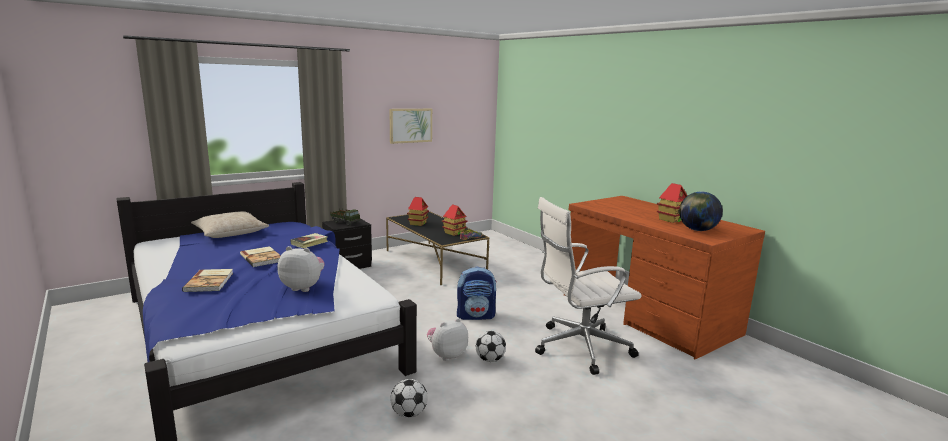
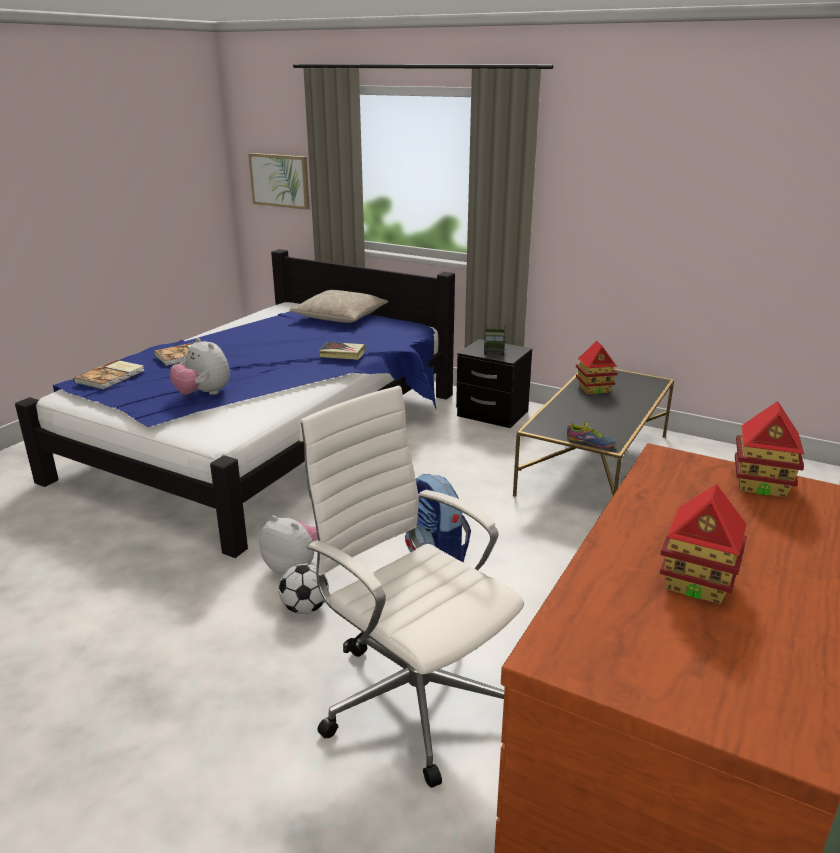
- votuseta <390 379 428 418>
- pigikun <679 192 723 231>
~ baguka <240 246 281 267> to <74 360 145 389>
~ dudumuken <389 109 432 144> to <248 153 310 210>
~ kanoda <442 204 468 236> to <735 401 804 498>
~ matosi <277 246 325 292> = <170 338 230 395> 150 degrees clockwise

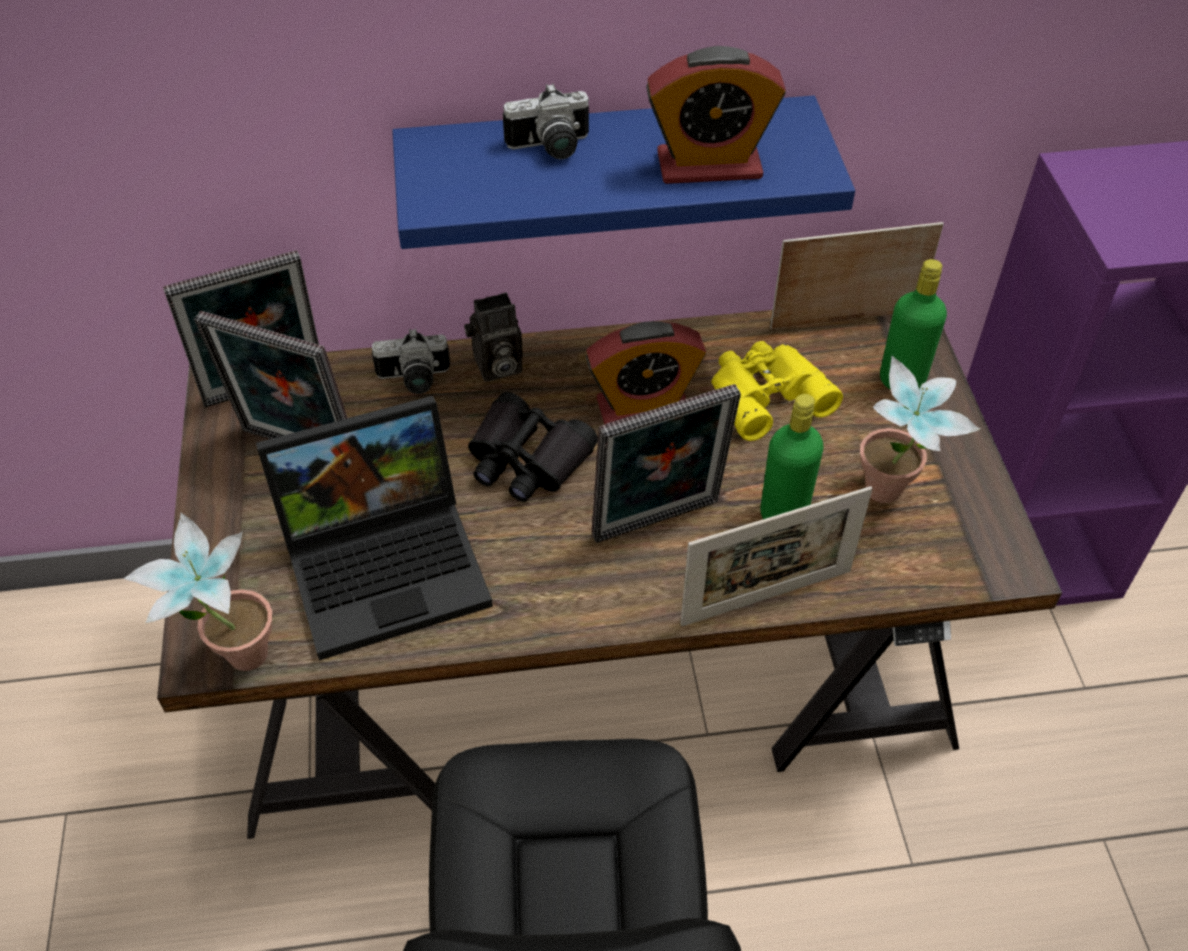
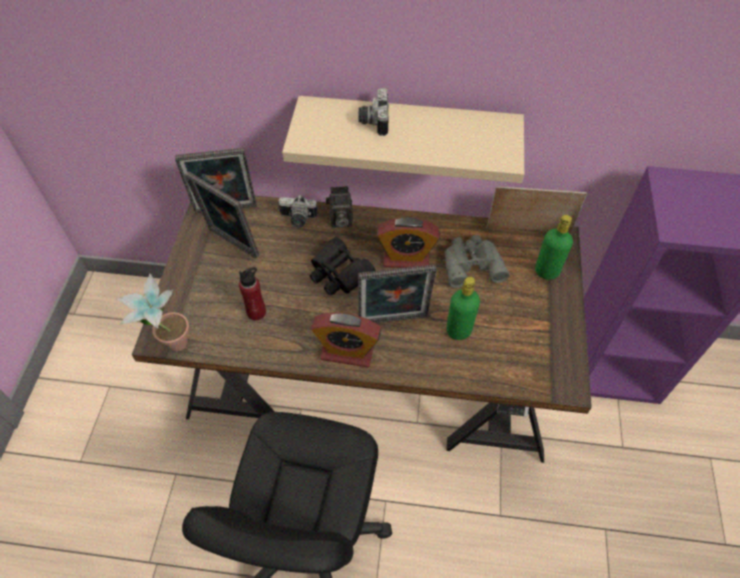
- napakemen <680 486 873 626>
- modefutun <860 356 980 503>
~ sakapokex <646 46 786 184> to <311 312 381 367>
~ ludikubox <256 396 493 660> to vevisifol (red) <239 267 266 321>
~ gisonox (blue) <392 95 855 249> to gisonox (beige) <282 96 524 183>
~ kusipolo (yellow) <711 341 843 441> to kusipolo (grey) <444 235 510 288>
~ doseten <503 83 589 159> = <358 88 389 136> 90 degrees clockwise

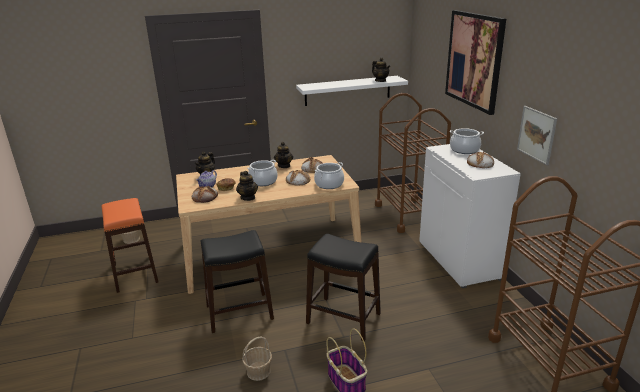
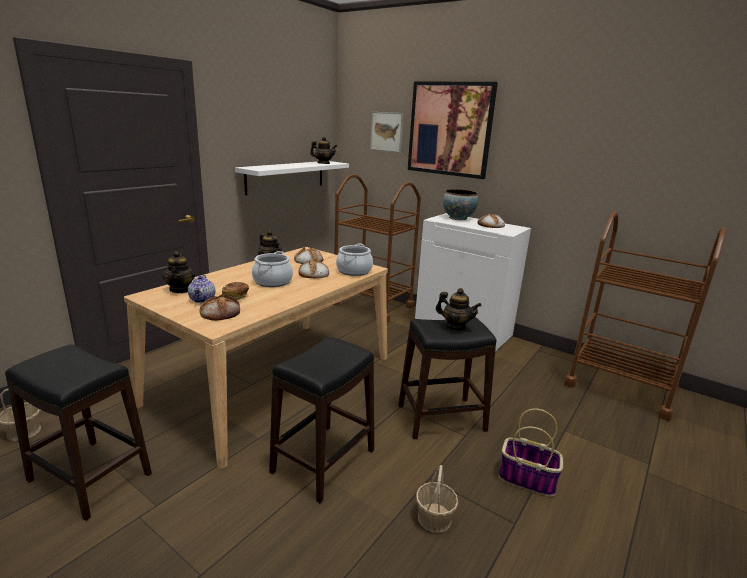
~ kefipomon <236 171 258 201> to <436 288 482 330>
~ dudumuken <517 106 557 165> to <370 112 403 152>
~ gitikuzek <450 128 484 154> to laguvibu <443 189 478 220>
~ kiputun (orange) <101 198 158 293> to kiputun (black) <5 345 152 521>

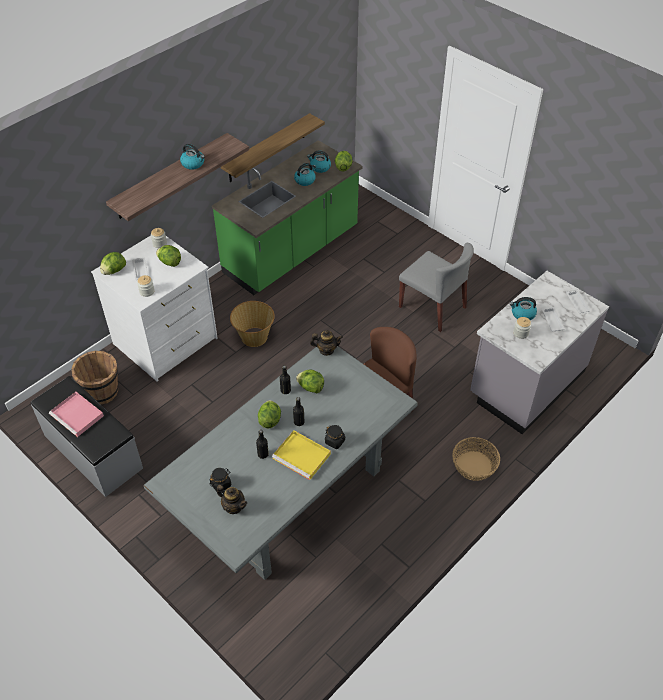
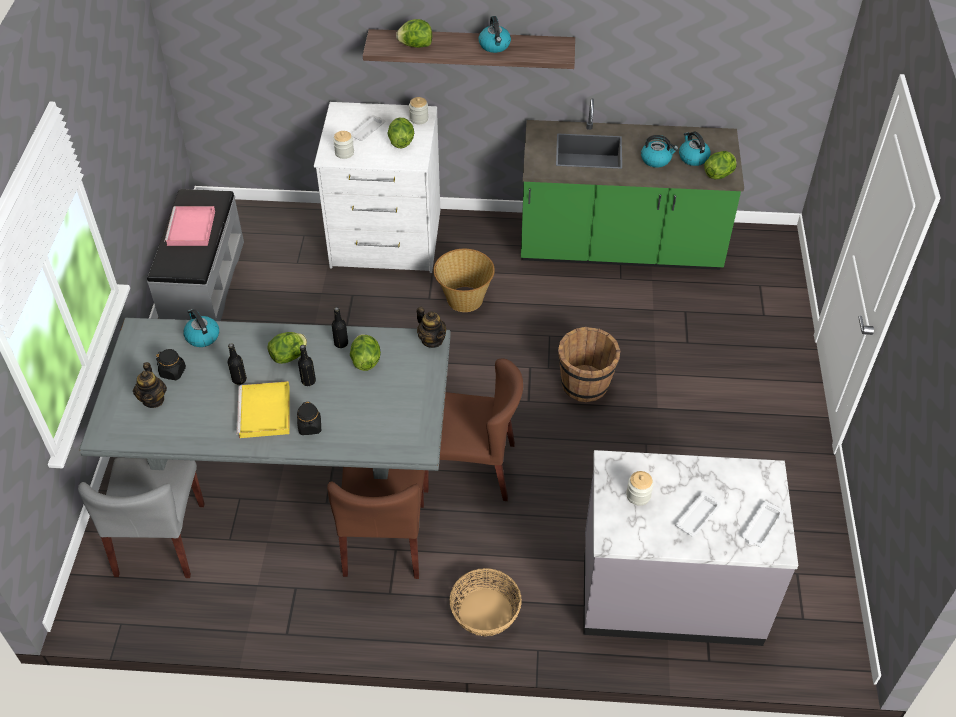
- gisonox <221 113 325 182>
+ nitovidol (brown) <327 467 425 579>
~ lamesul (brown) <71 351 118 404> to <558 327 621 402>
~ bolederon <100 252 126 275> to <396 19 432 48>
~ nitovidol (grey) <399 243 474 332> to <78 458 205 578>
~ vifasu <509 297 537 320> to <183 309 219 347>

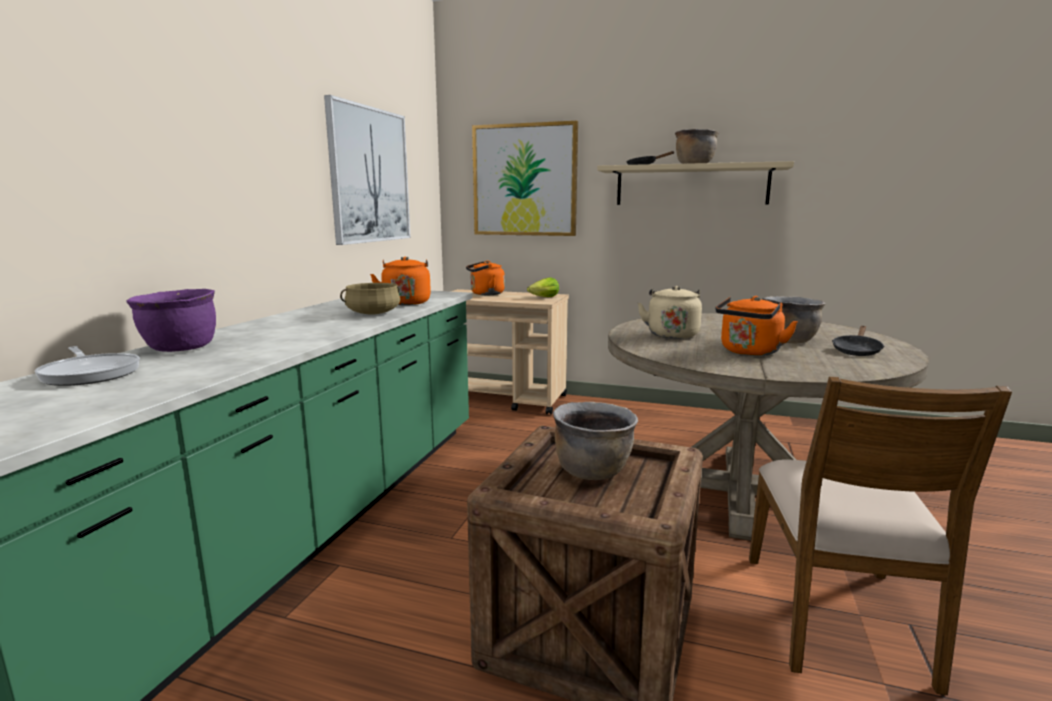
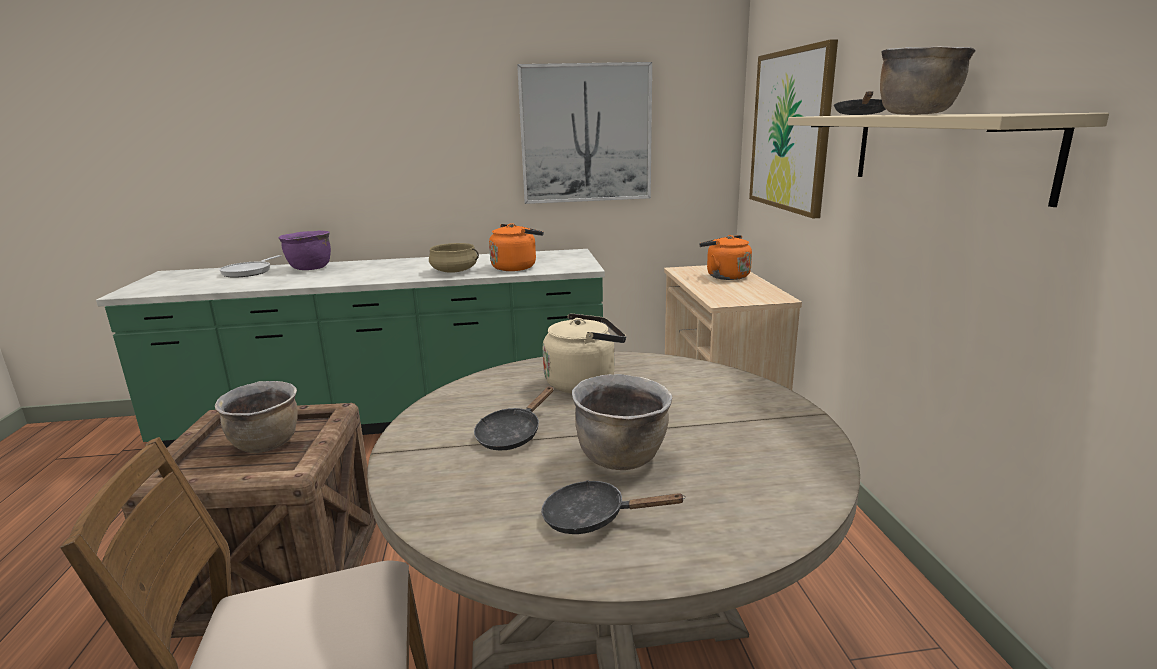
- bolederon <527 277 559 297>
~ vifasu (orange) <715 296 798 356> to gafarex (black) <474 386 554 450>

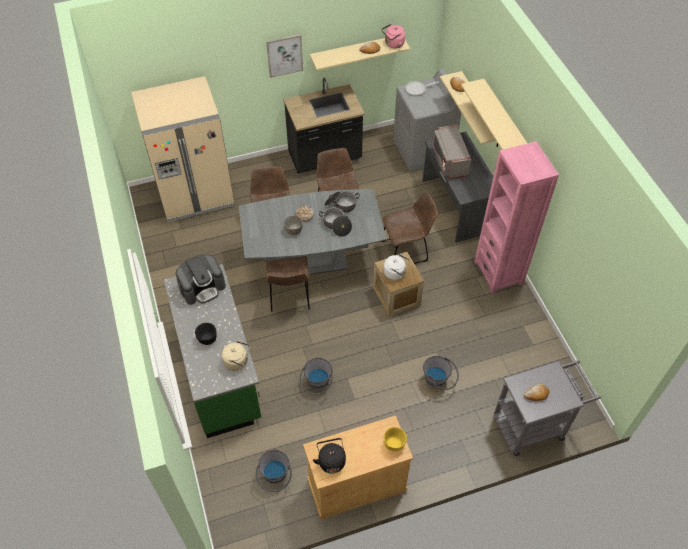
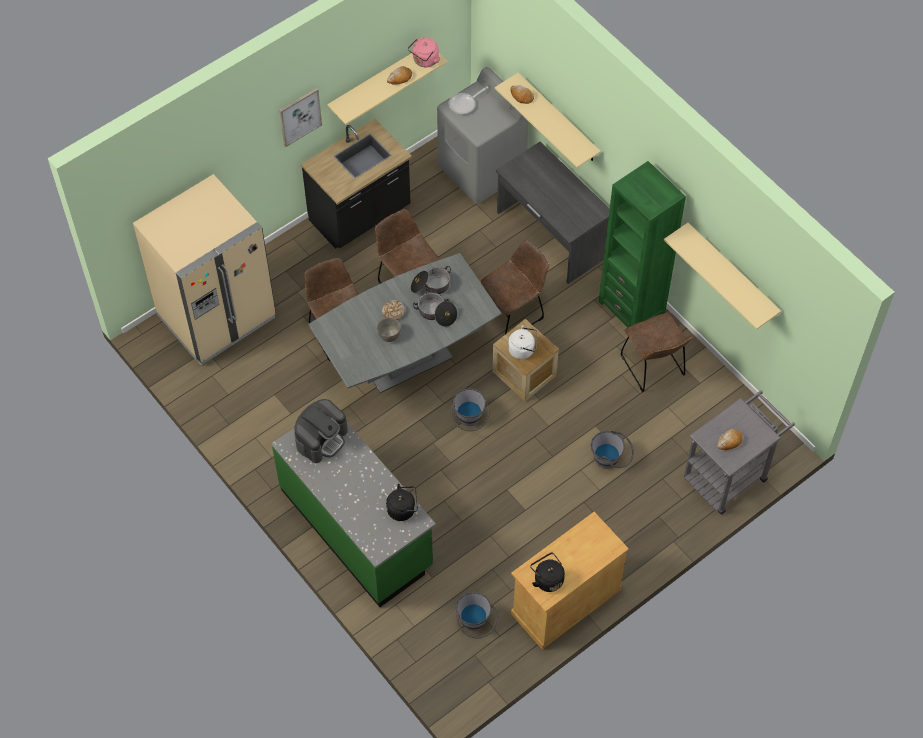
- laguvibu (black) <195 323 217 345>
- laguvibu (yellow) <384 427 407 451>
- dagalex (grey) <432 125 471 179>
~ nitovidol (brown) <266 256 310 312> to <620 313 693 392>
~ lamesul (grey) <299 358 333 395> to <451 388 489 431>
~ gisonox (beige) <461 79 527 150> to <664 223 781 330>
~ vifasu (beige) <222 339 250 371> to vifasu (black) <386 484 418 521>
~ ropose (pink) <474 141 559 293> to ropose (green) <599 161 686 327>

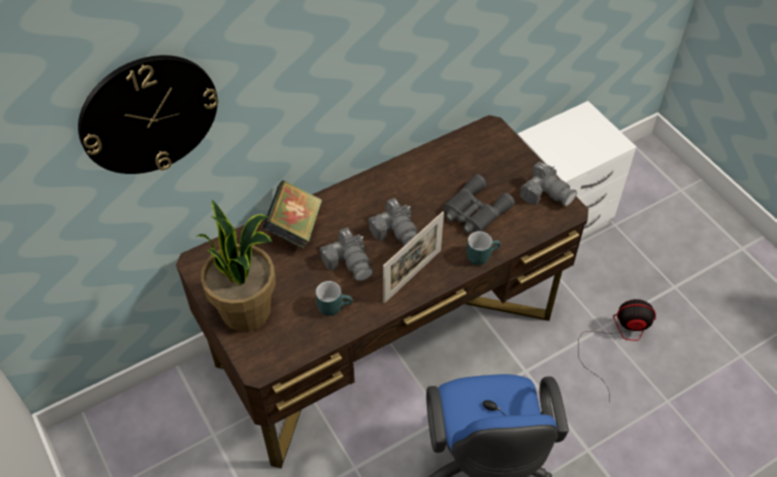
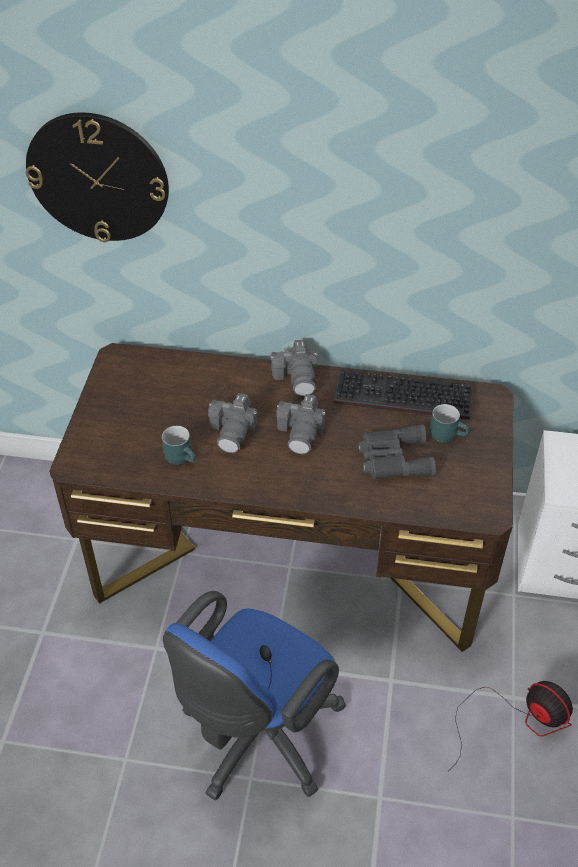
- modefutun <197 200 276 332>
- baguka <262 180 322 249>
- napakemen <383 211 444 303>
+ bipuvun <334 369 472 420>
~ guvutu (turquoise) <467 231 501 265> to <430 404 469 443>
~ doseten <520 161 577 207> to <270 340 318 396>

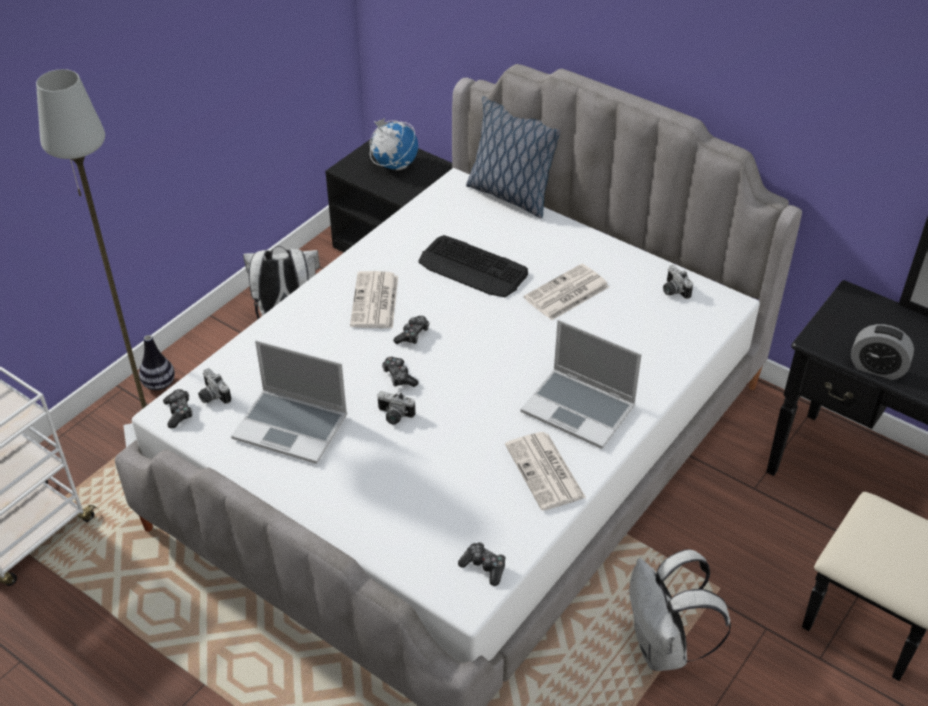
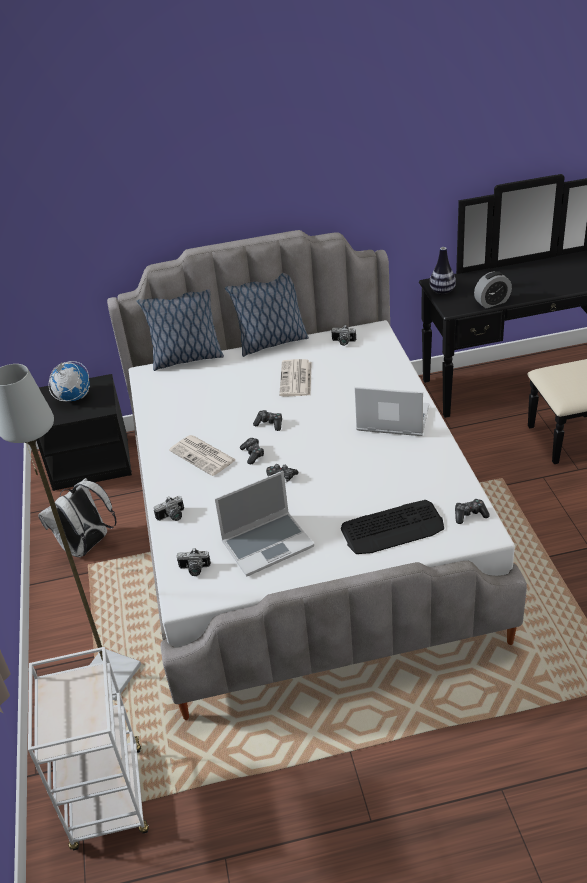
- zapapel <505 432 586 511>
- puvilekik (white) <629 549 731 671>
+ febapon <225 273 309 357>
~ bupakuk <139 335 175 390> to <429 247 456 295>
~ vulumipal <163 389 192 428> to <253 410 282 431>
~ doseten <377 391 415 425> to <154 496 184 521>
~ bipuvun <418 235 528 297> to <341 500 444 554>
~ ludikubox <521 319 642 449> = <354 387 429 436> 150 degrees counterclockwise

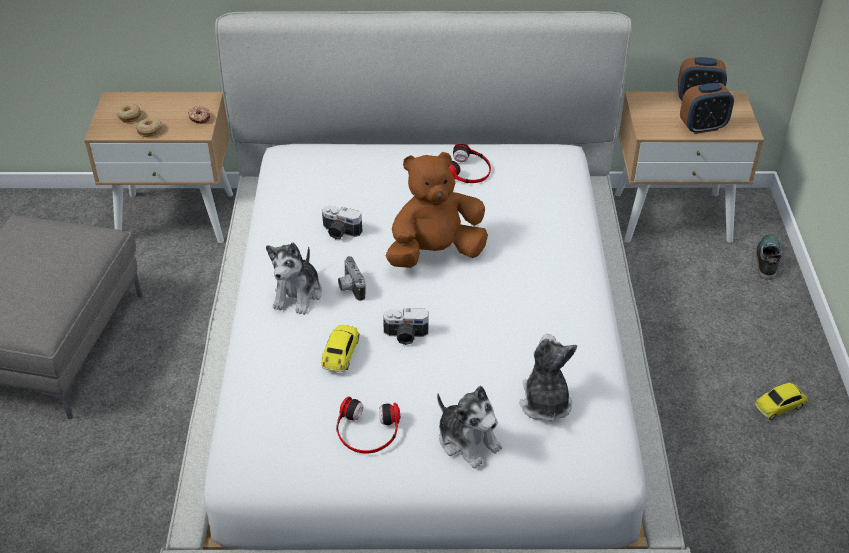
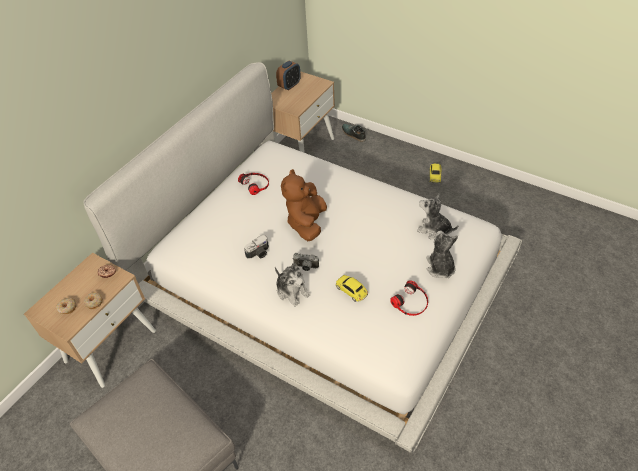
- doseten <383 308 428 345>
- sakapokex <680 83 734 134>
~ matosi <437 386 502 469> = <426 231 458 278> 90 degrees counterclockwise

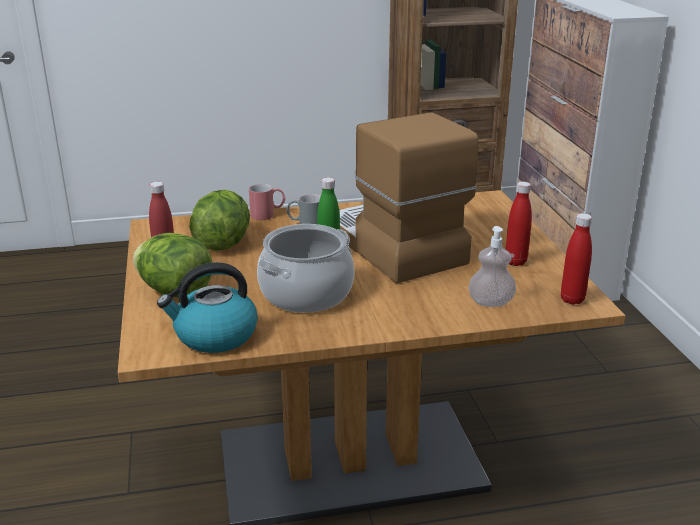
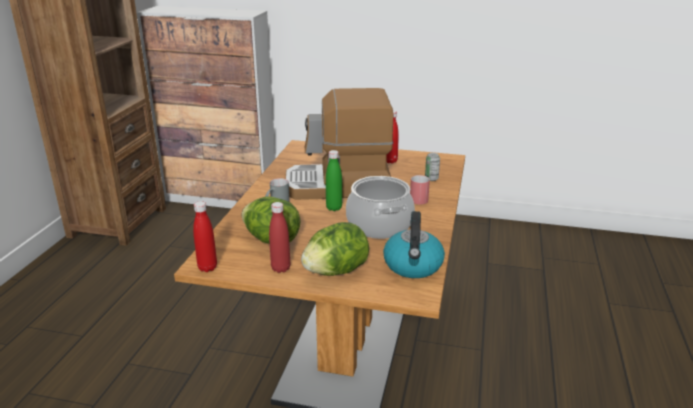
~ guvutu (red) <249 184 285 220> to <410 175 430 205>
~ vevisifol (red) <561 213 592 305> to <193 201 217 272>
~ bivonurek <469 226 516 307> to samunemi <425 153 440 181>

